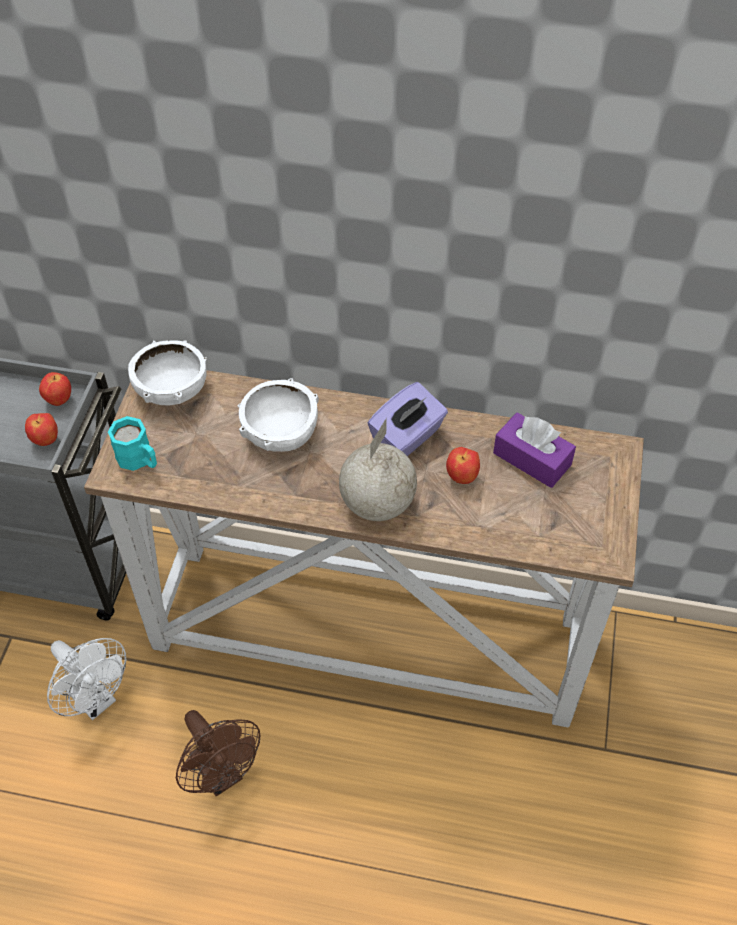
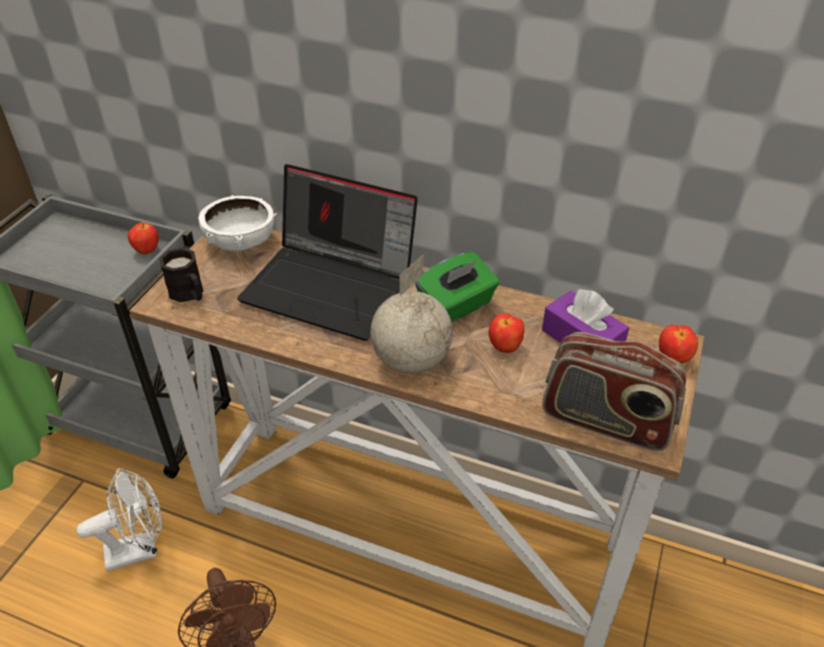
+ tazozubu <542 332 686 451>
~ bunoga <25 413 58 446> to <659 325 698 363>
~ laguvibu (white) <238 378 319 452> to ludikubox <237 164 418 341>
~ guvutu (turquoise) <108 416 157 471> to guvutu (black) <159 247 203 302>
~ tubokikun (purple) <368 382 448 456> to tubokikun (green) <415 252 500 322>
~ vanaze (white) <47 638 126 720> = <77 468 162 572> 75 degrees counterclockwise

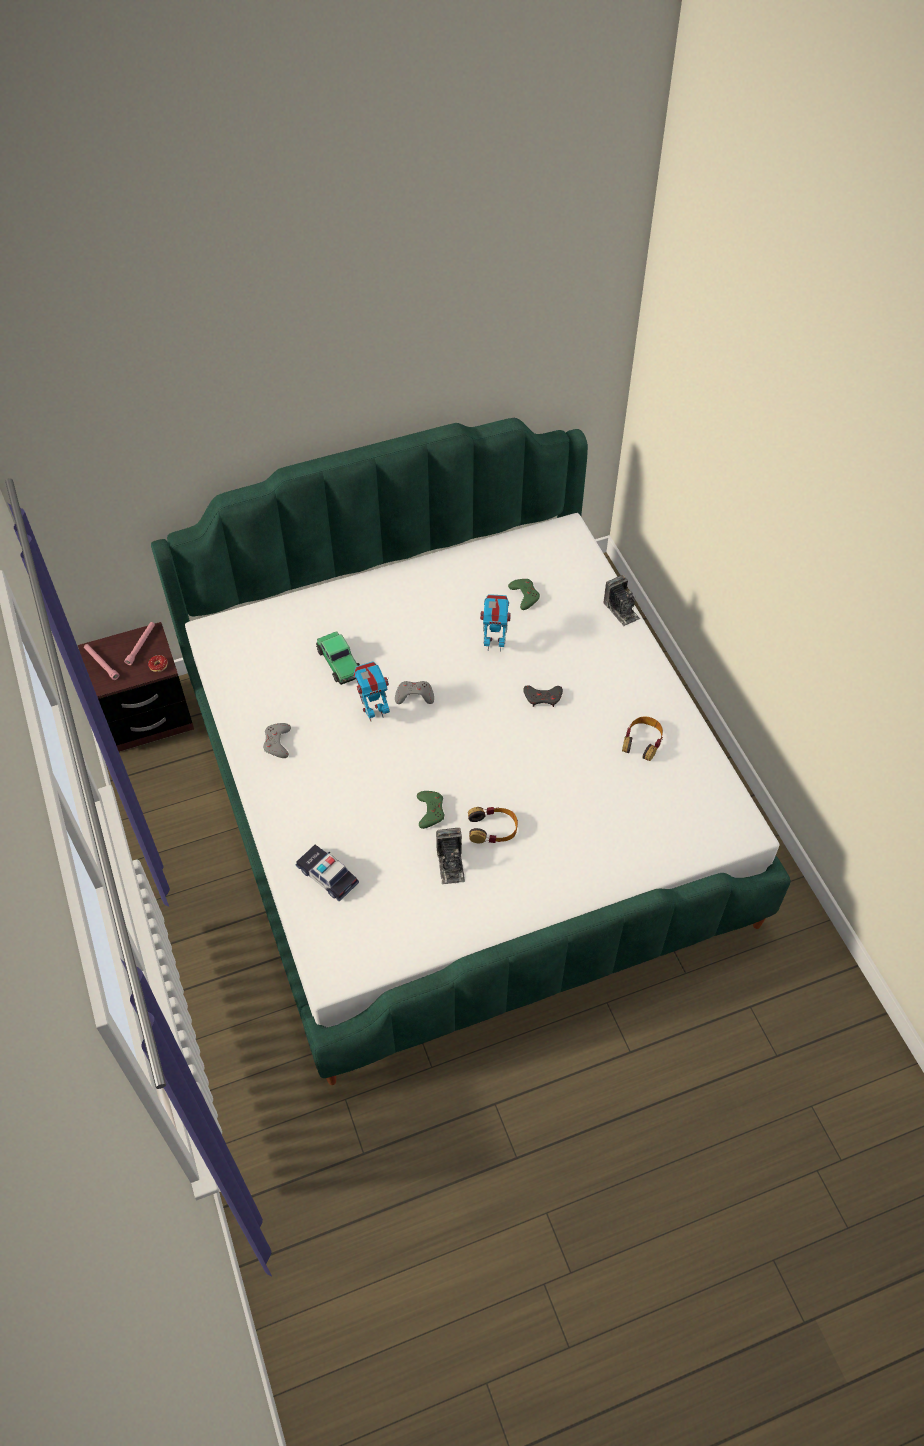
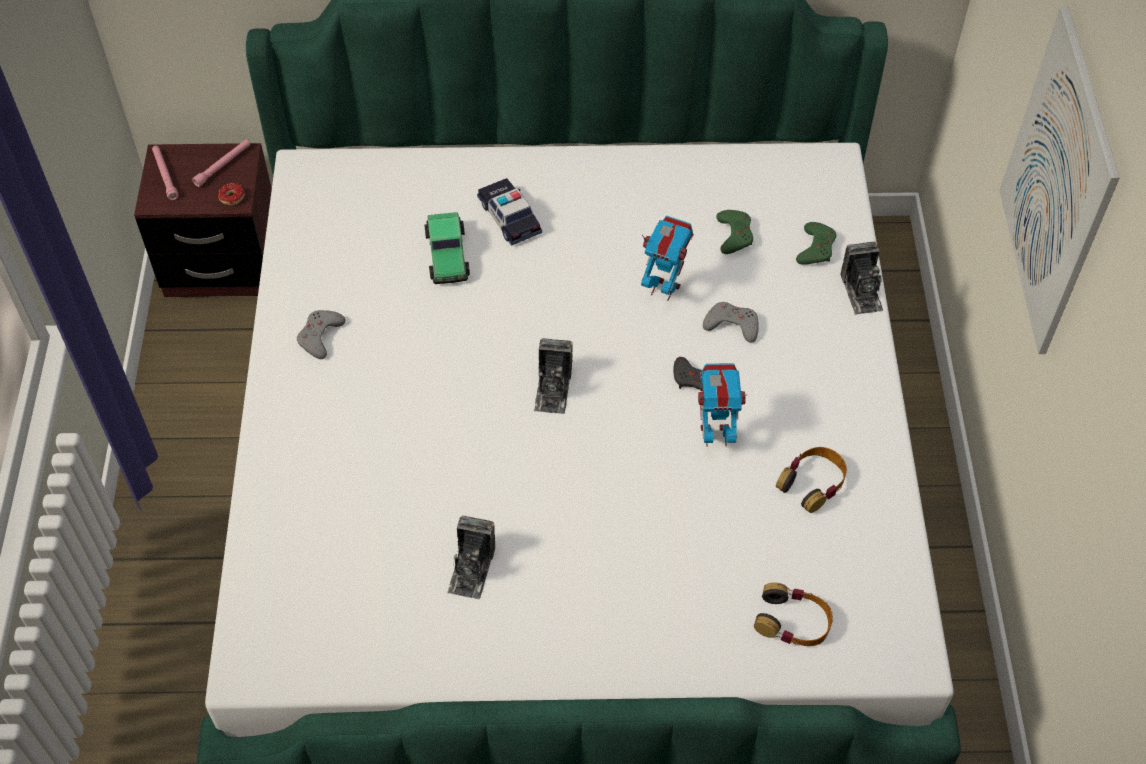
+ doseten <534 338 573 414>
+ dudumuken <999 6 1120 354>
~ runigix <296 845 359 902> to <477 178 542 246>
~ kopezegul <353 661 390 721> to <698 363 747 447>
~ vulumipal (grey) <395 681 434 704> to <703 302 759 343>
~ vulumipal (green) <417 791 444 829> to <796 222 836 265>
~ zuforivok <468 807 518 844> to <754 583 833 646>

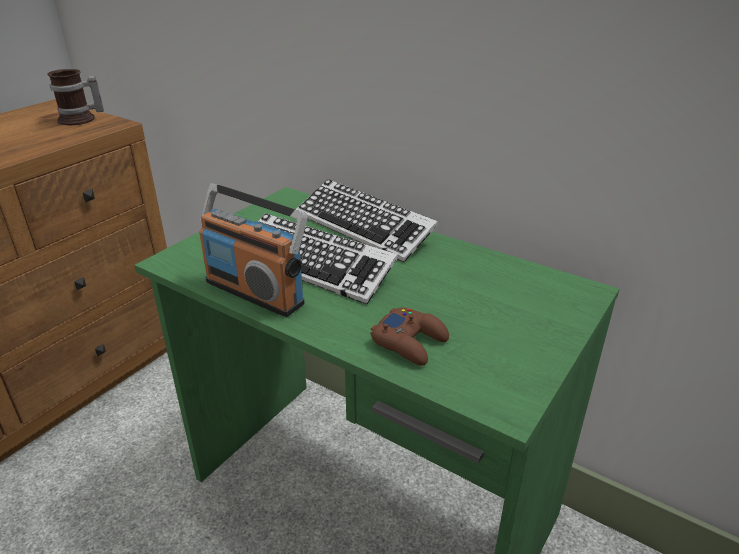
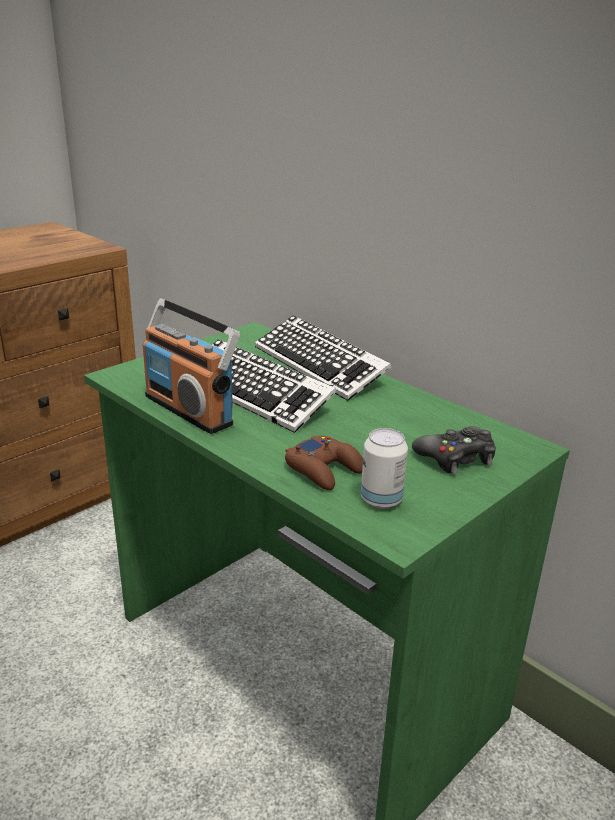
- guvutu <47 69 104 125>
+ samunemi <361 428 408 509>
+ vulumipal (black) <412 426 496 474>

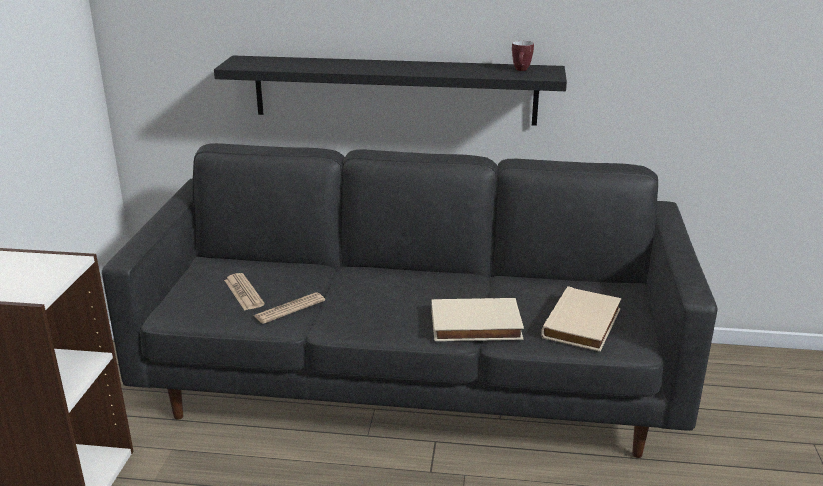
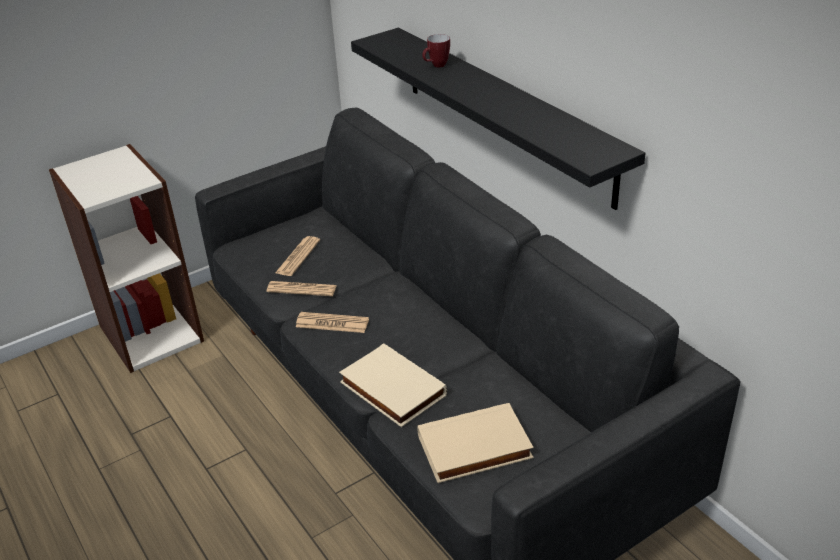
+ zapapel <296 312 369 333>
~ guvutu <512 41 534 71> to <422 34 450 67>

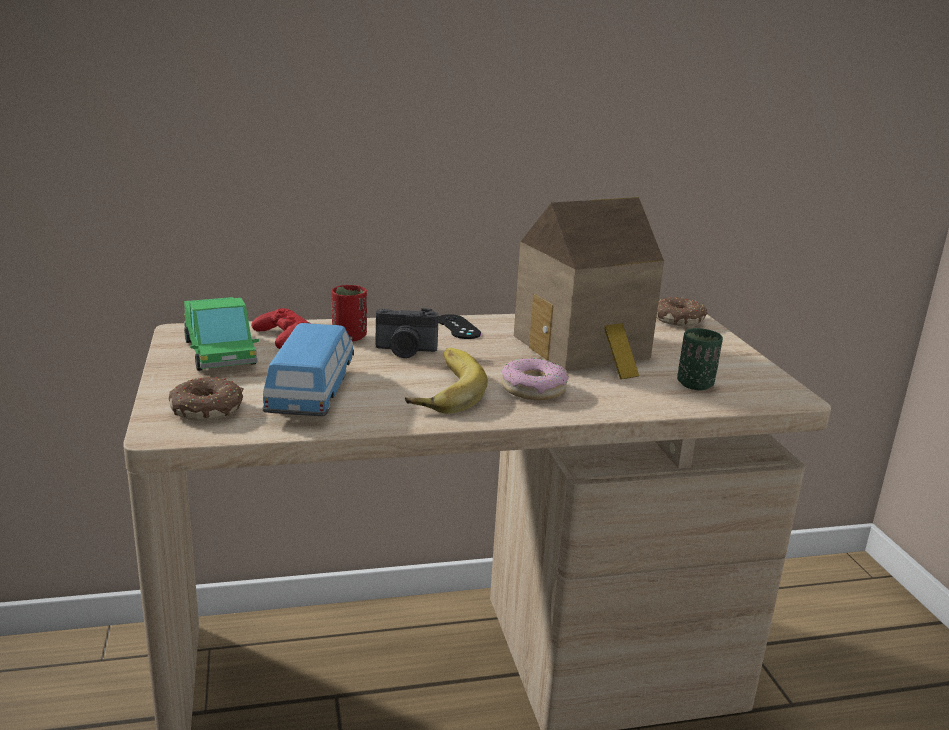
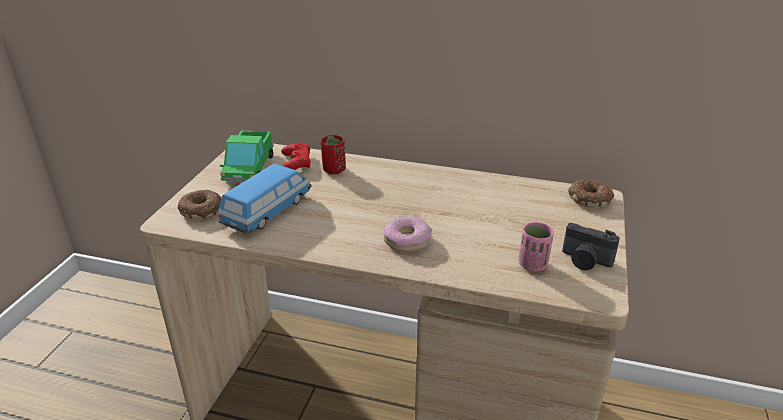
- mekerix <405 348 488 414>
- vulumipal (black) <438 314 481 339>
- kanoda <514 197 664 380>
~ doseten <376 308 439 358> to <562 223 620 270>
~ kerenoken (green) <677 328 723 390> to kerenoken (pink) <519 222 554 272>

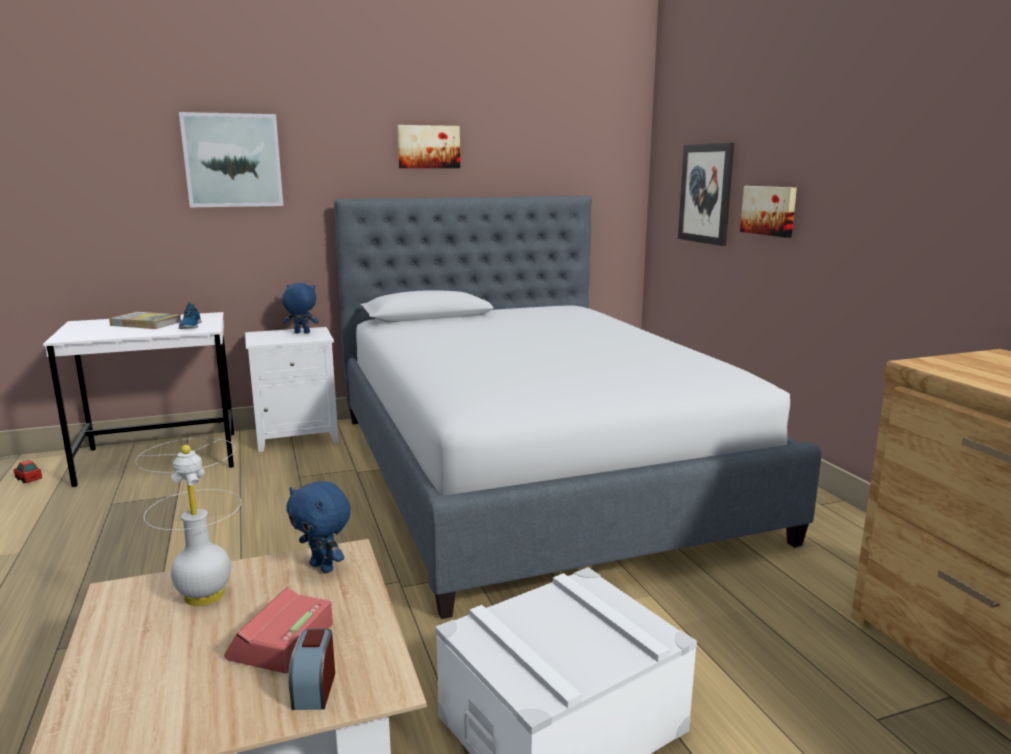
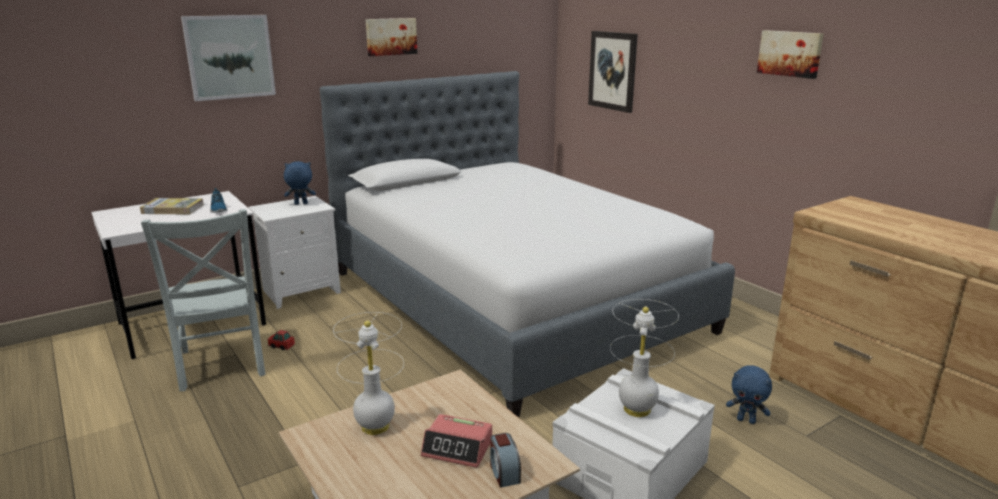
+ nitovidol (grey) <141 209 266 391>
+ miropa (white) <610 299 679 417>
~ runigix <13 460 42 483> to <268 330 295 350>
~ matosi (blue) <286 481 351 573> to <726 365 772 424>
~ dudumuken <740 186 797 238> to <757 30 824 79>
~ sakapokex <224 587 333 673> = <421 414 492 468> 75 degrees counterclockwise

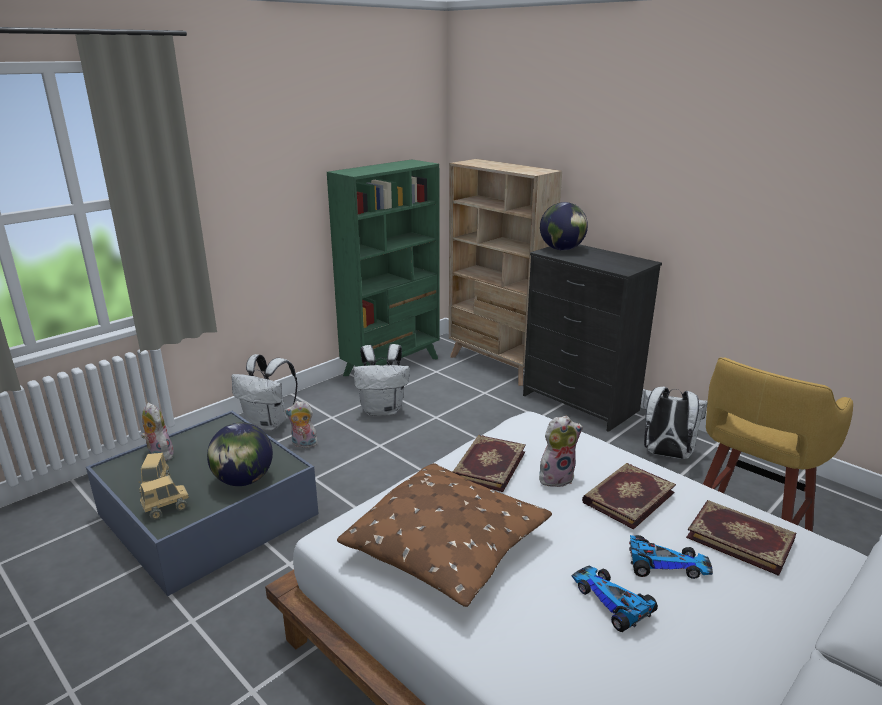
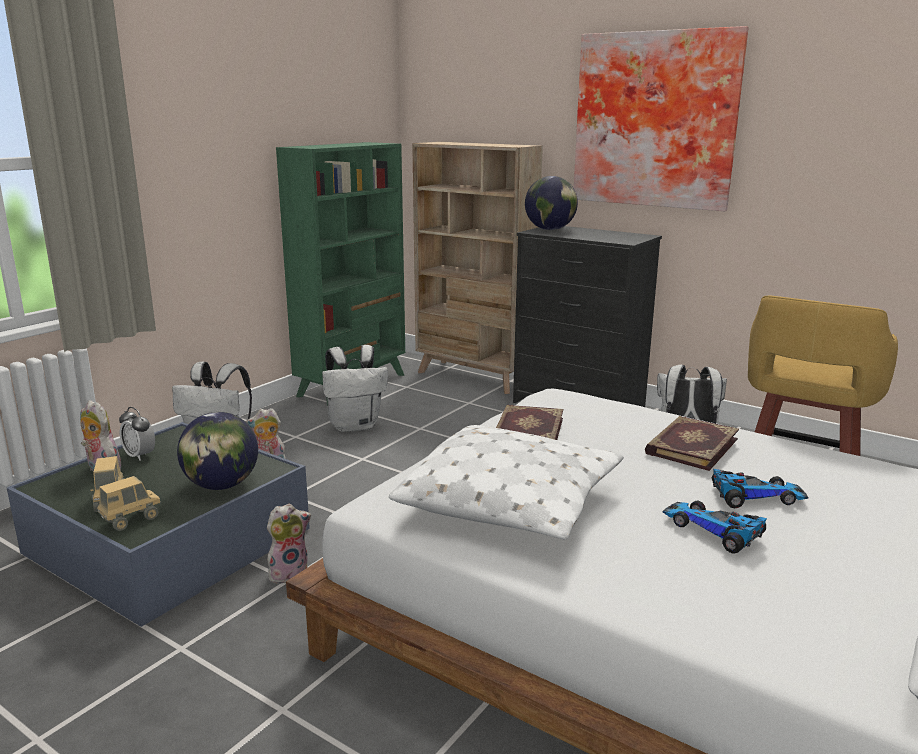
- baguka <686 500 796 576>
+ sakapokex <119 407 155 461>
+ dudumuken <574 26 749 211>
~ matosi <539 416 583 487> to <267 504 311 583>
~ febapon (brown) <337 463 552 607> to febapon (white) <389 425 624 539>

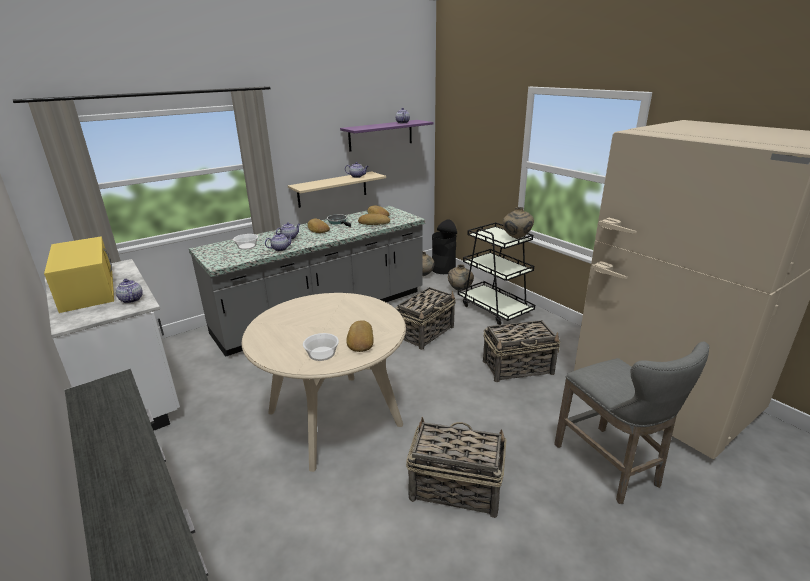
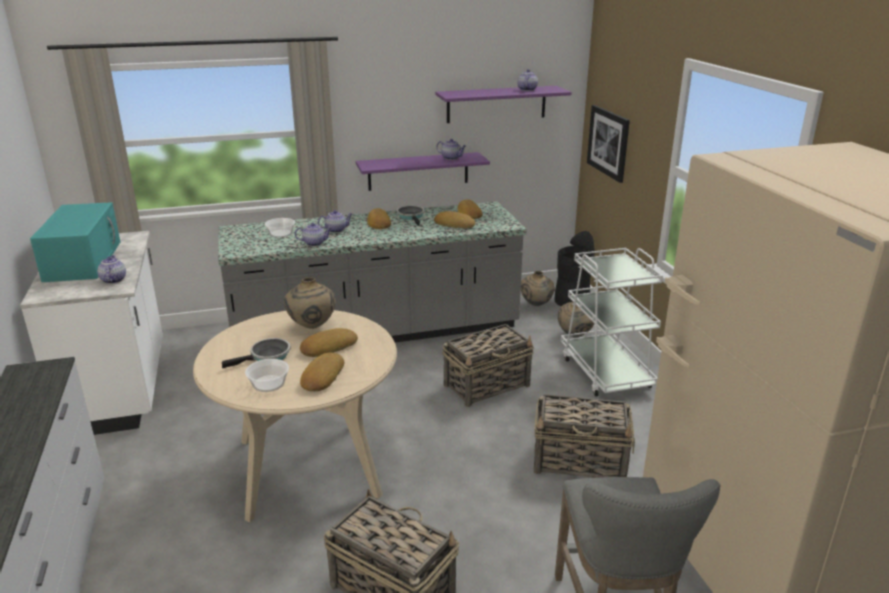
+ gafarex <222 338 290 368>
+ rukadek <300 328 358 357>
+ dudumuken <587 105 630 183>
~ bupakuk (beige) <503 207 534 239> to <284 277 336 329>
~ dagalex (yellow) <44 236 114 313> to dagalex (turquoise) <30 202 120 282>
~ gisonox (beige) <288 172 386 208> to gisonox (purple) <356 152 490 191>
~ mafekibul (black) <458 222 535 325> to mafekibul (white) <561 248 663 397>

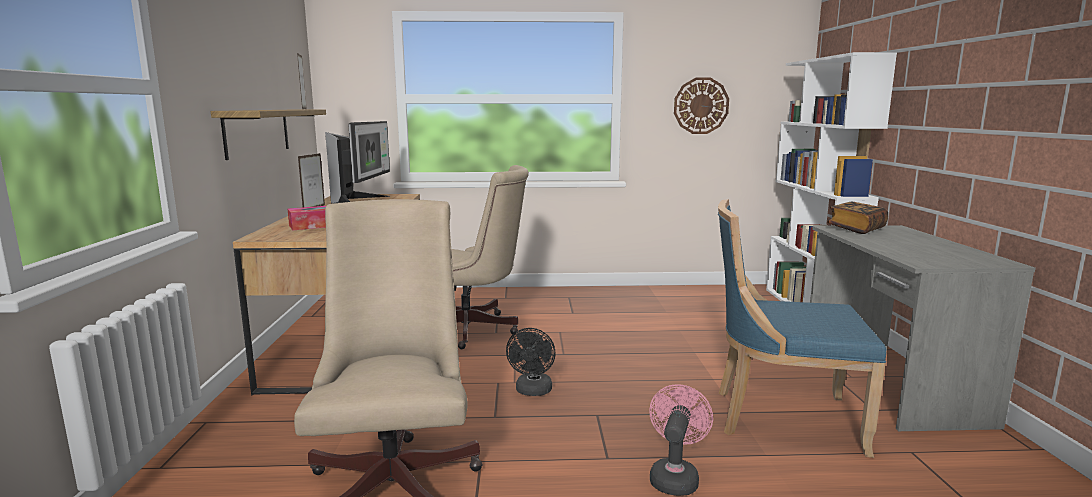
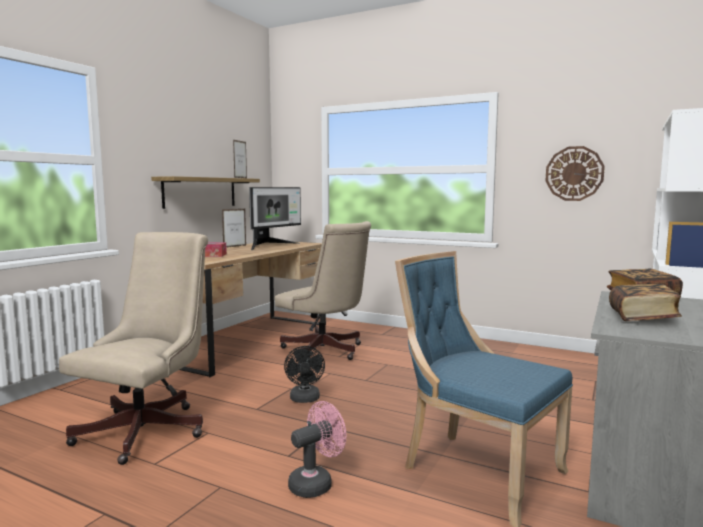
+ baguka <609 284 682 321>
~ vanaze (black) <506 328 556 396> = <284 346 325 403> 45 degrees counterclockwise

